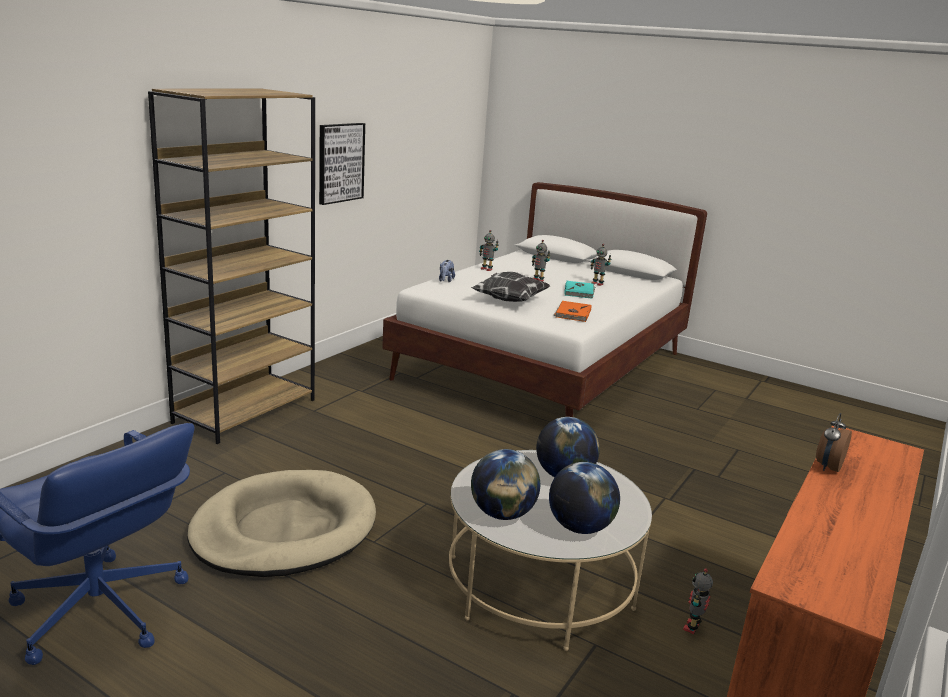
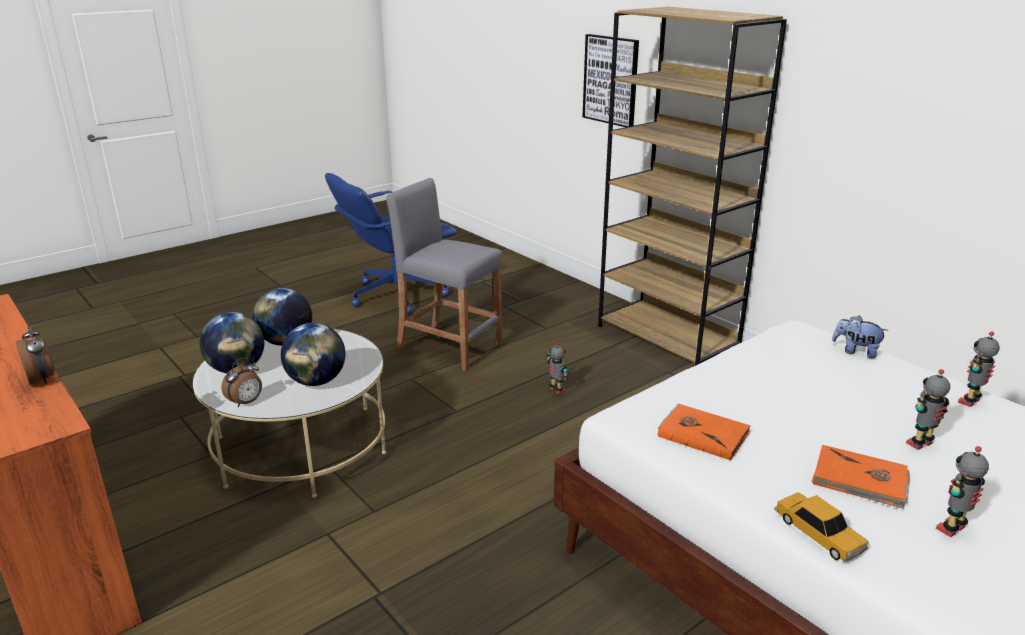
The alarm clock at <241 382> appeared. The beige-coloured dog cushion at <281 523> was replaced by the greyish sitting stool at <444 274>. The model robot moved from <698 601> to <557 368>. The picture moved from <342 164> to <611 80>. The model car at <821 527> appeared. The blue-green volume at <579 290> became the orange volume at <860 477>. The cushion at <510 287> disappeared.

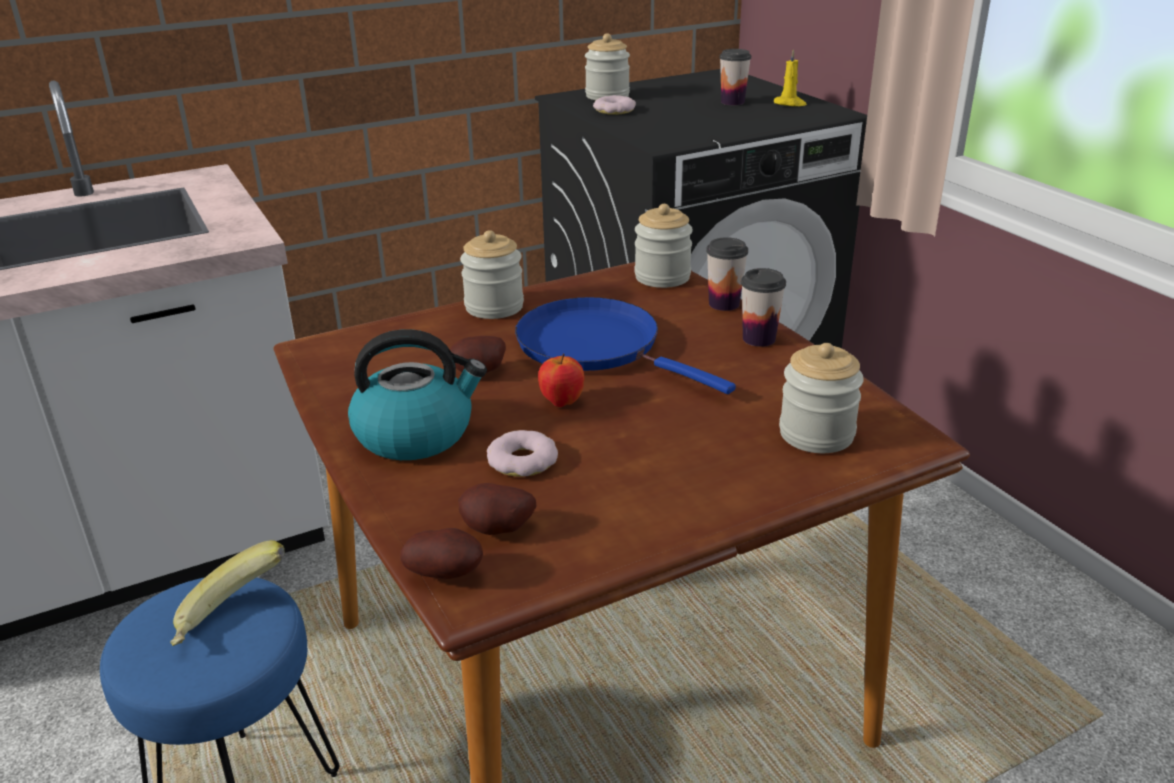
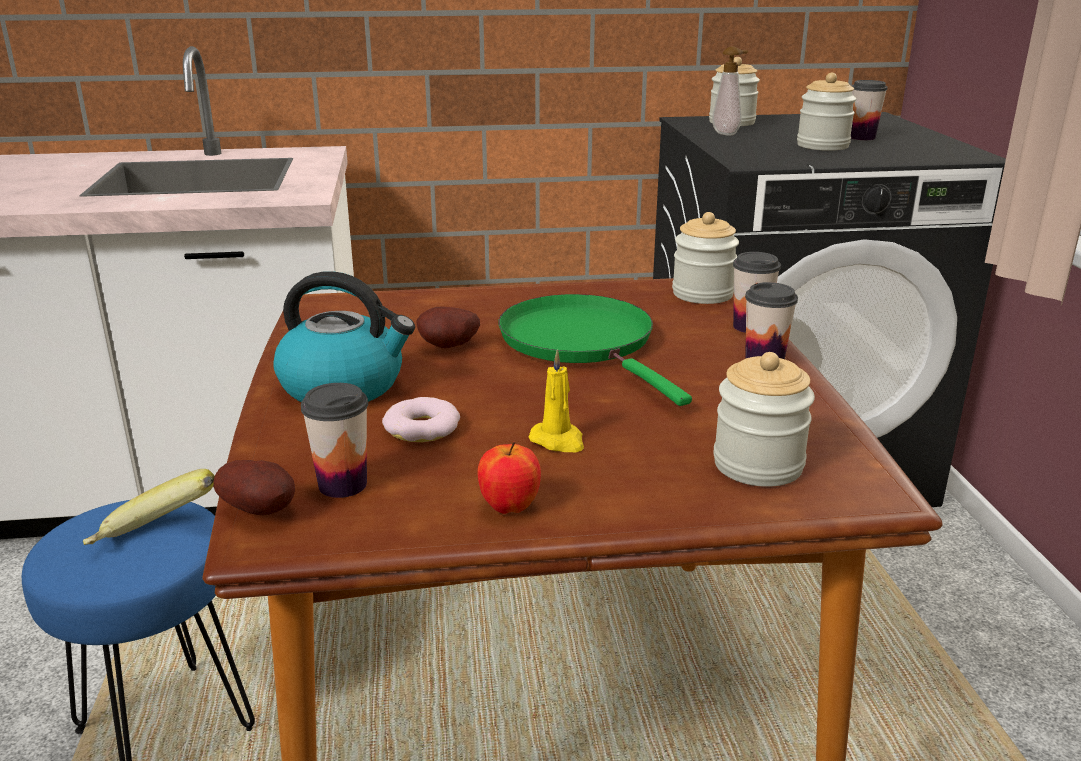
The whole potato at <497 509> was replaced by the cup at <334 440>. The apple moved from <561 380> to <509 477>. The blue-coloured pan at <625 345> became the green pan at <595 350>. The yellow wax candle moved from <790 77> to <556 400>. The doughnut at <614 105> was replaced by the soap bottle at <730 91>. The jar moved from <492 274> to <826 112>.

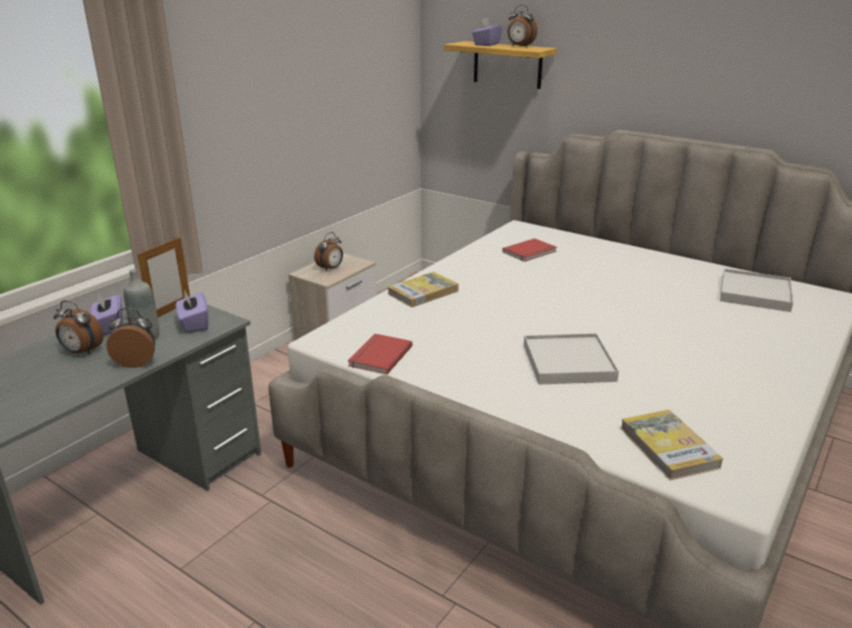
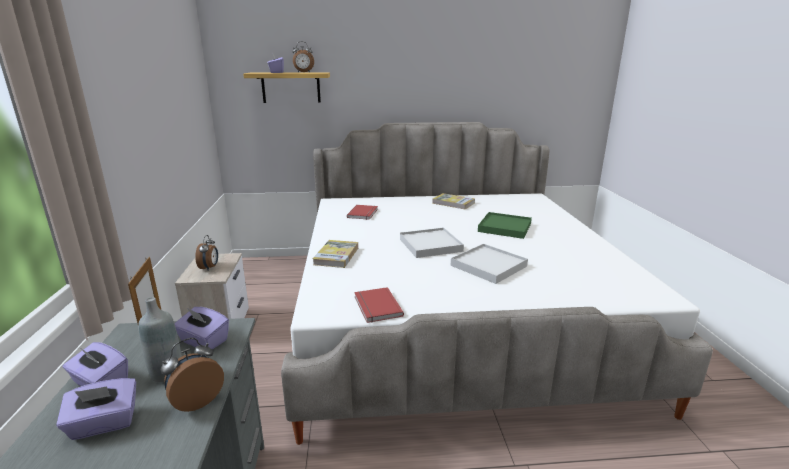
The alarm clock at <79 327> was replaced by the purple tissue box at <96 409>. The white-coloured carrying tray moved from <756 290> to <432 243>. The volume moved from <671 445> to <453 201>. The green carrying tray at <505 225> appeared.

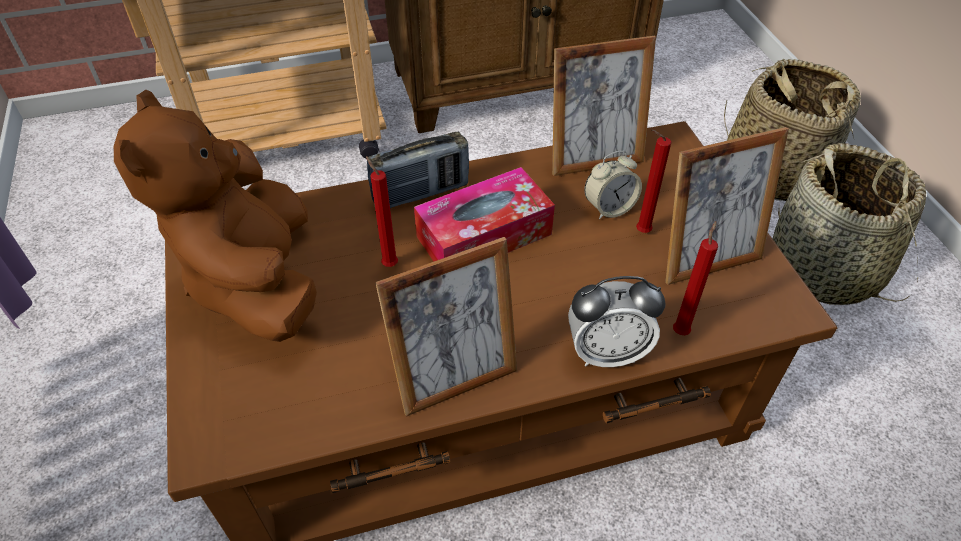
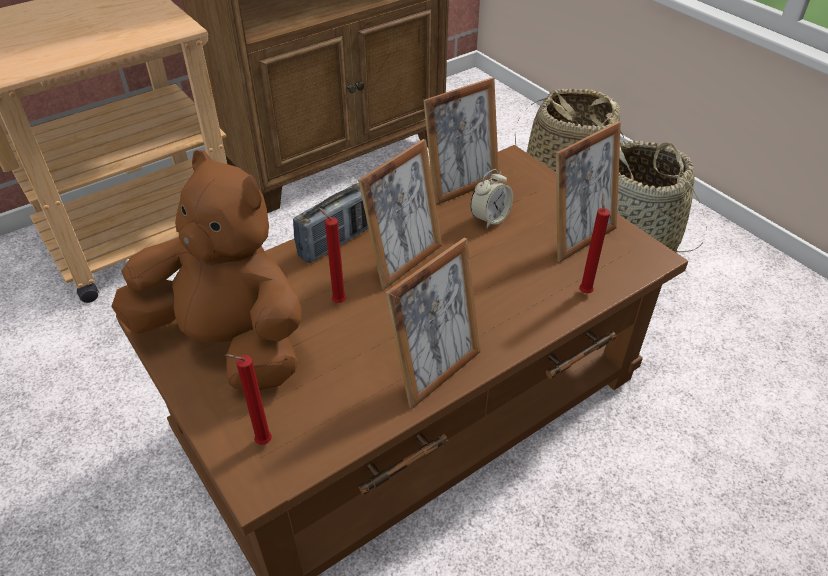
The brownish cuddly toy at <215 216> turned 150 degrees clockwise. The red-coloured wax candle moved from <653 181> to <248 399>. The tissue box at <484 214> was replaced by the photo frame at <400 214>. The alarm clock at <617 321> disappeared.

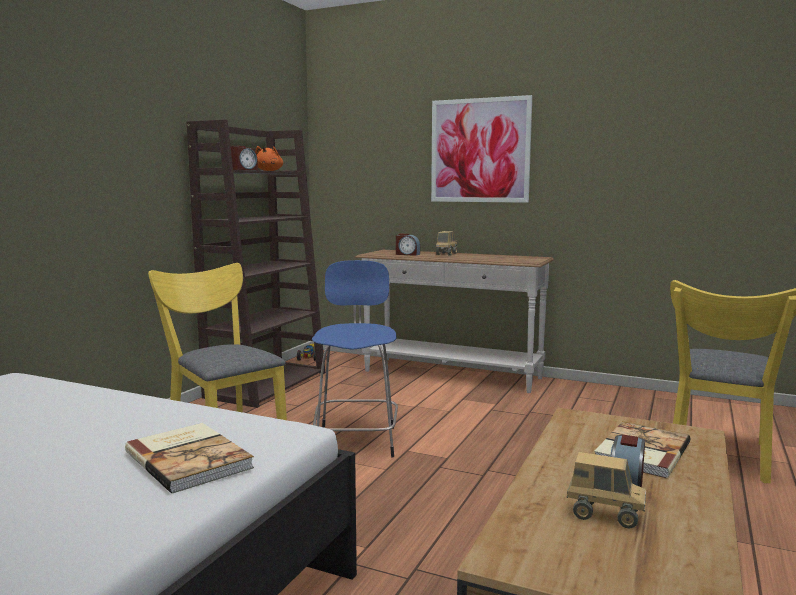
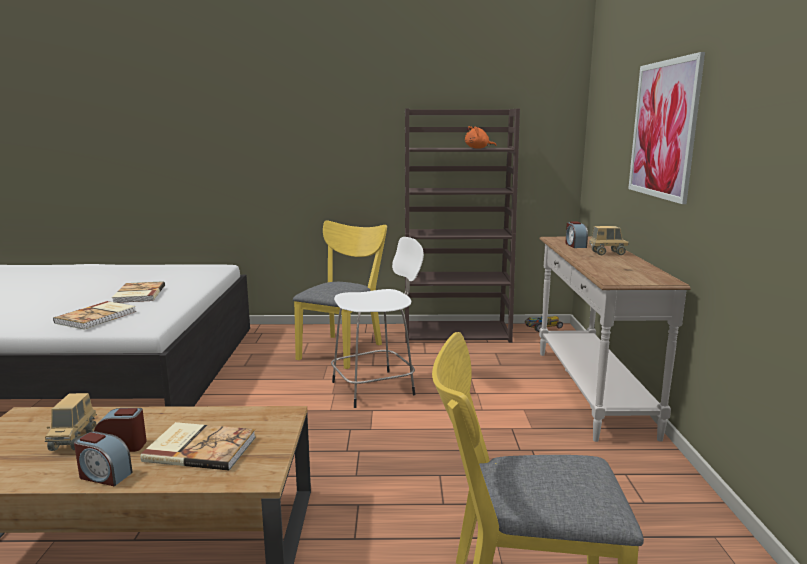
The alarm clock moved from <244 158> to <103 458>. The volume at <138 292> appeared. The blue-coloured sitting stool at <355 359> became the white-coloured sitting stool at <377 322>.

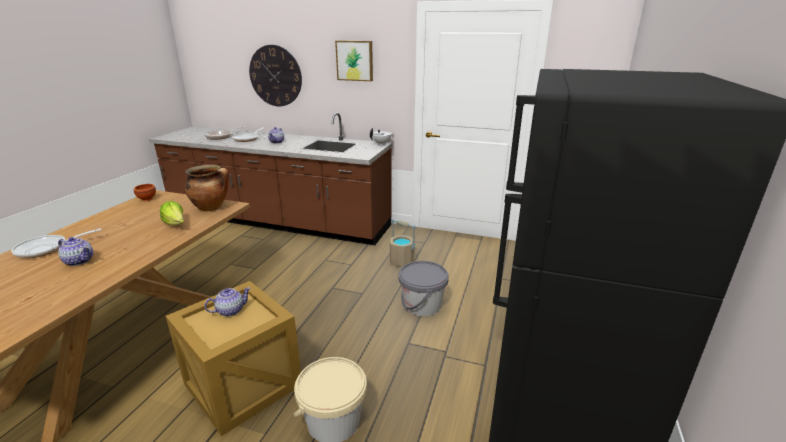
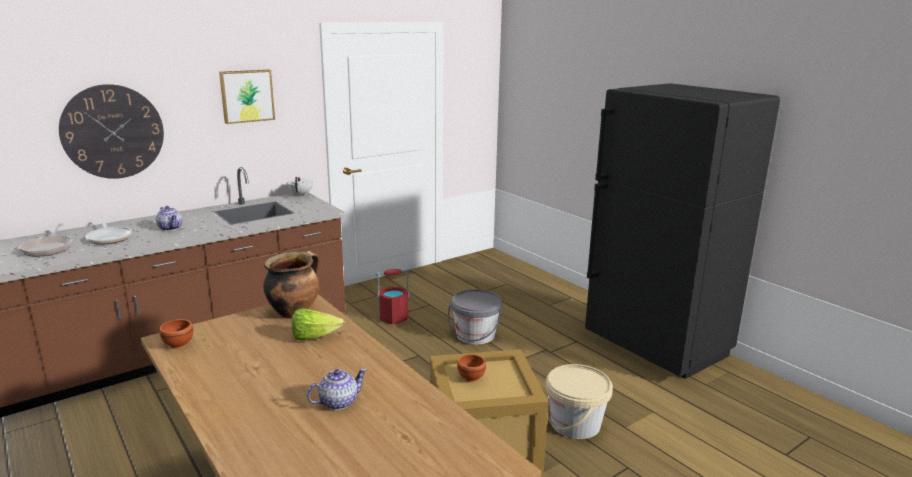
The beige-coloured pail at <402 243> became the red-coloured pail at <393 296>. The tea pot at <227 301> was replaced by the brownish bowl at <471 368>. The pan at <56 243> disappeared.

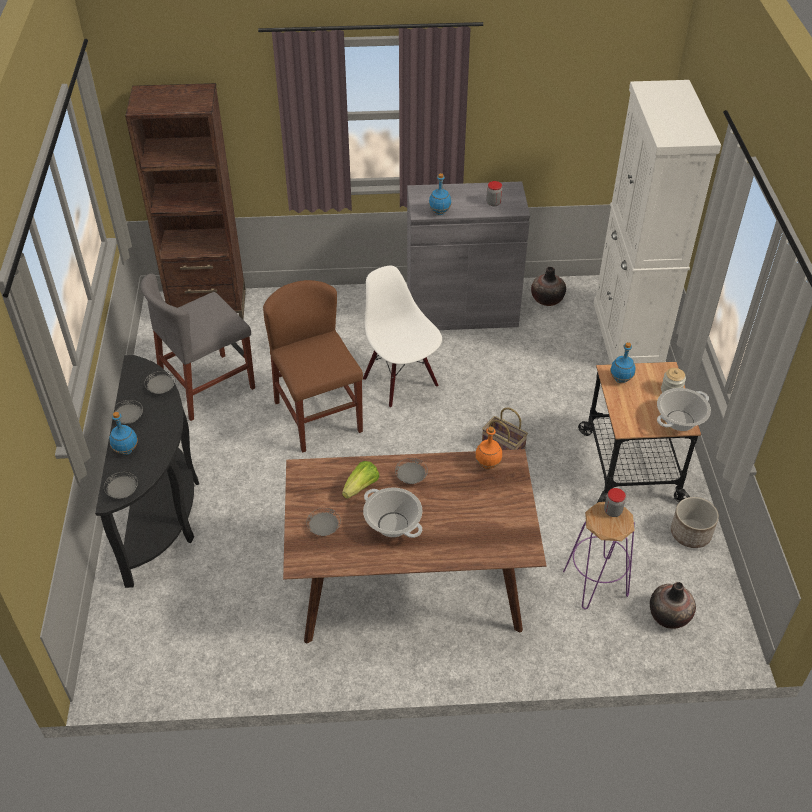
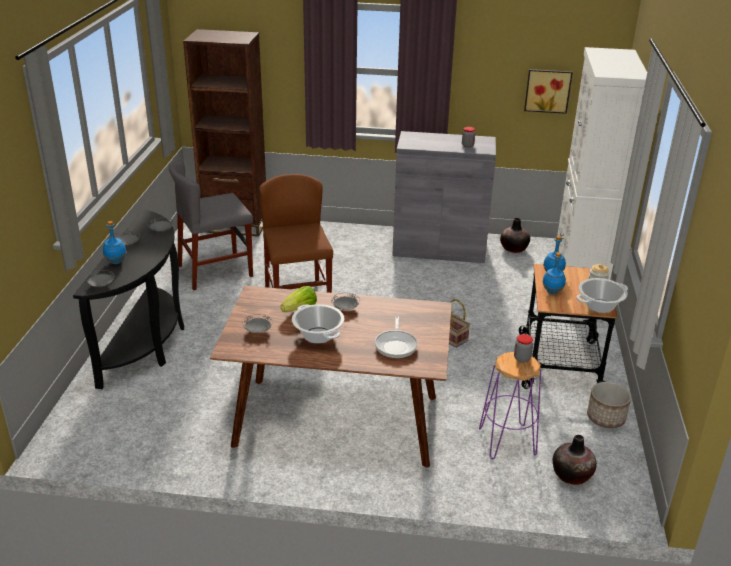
The pan at <396 337> appeared. The picture at <548 91> appeared. The blue-coloured beverage bottle moved from <440 194> to <554 273>. The white-coloured plain chair at <402 337> disappeared. The orange beverage bottle at <488 448> disappeared.

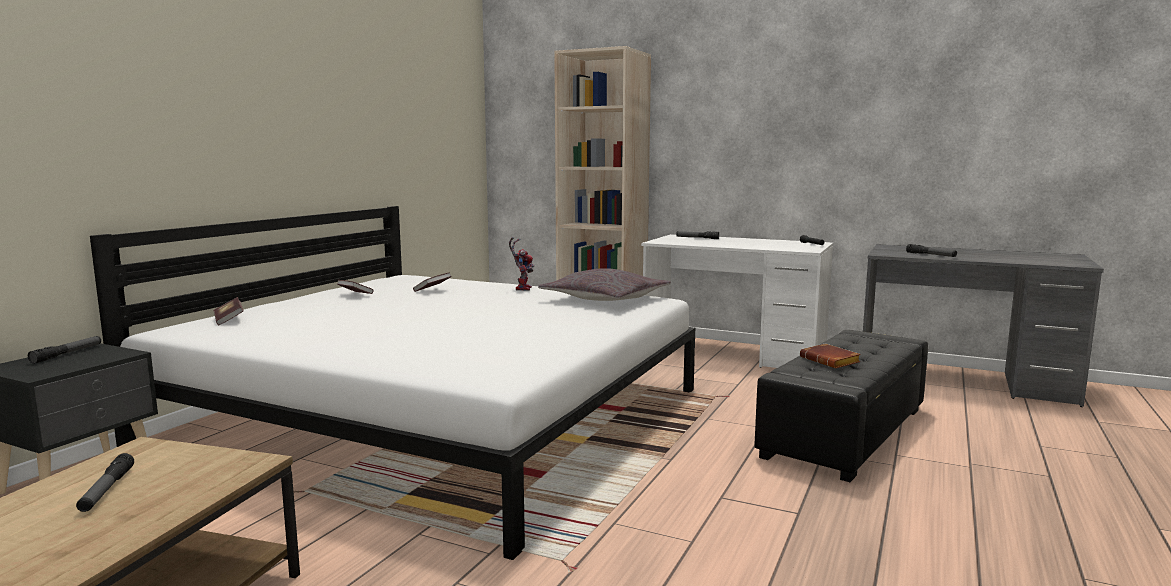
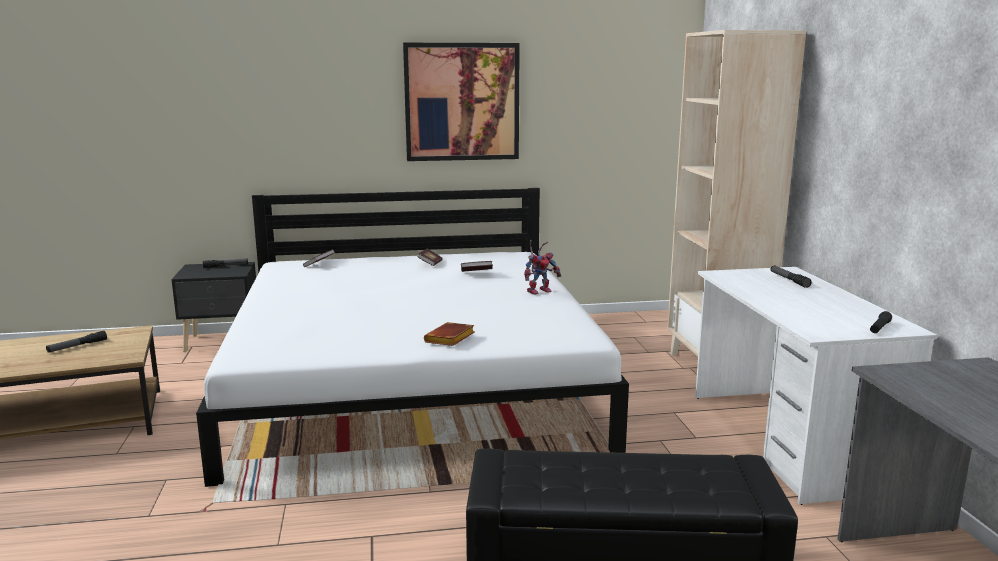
The picture at <461 102> appeared. The brownish volume moved from <830 356> to <449 334>. The greyish cushion at <604 284> disappeared. The torch at <931 250> disappeared.

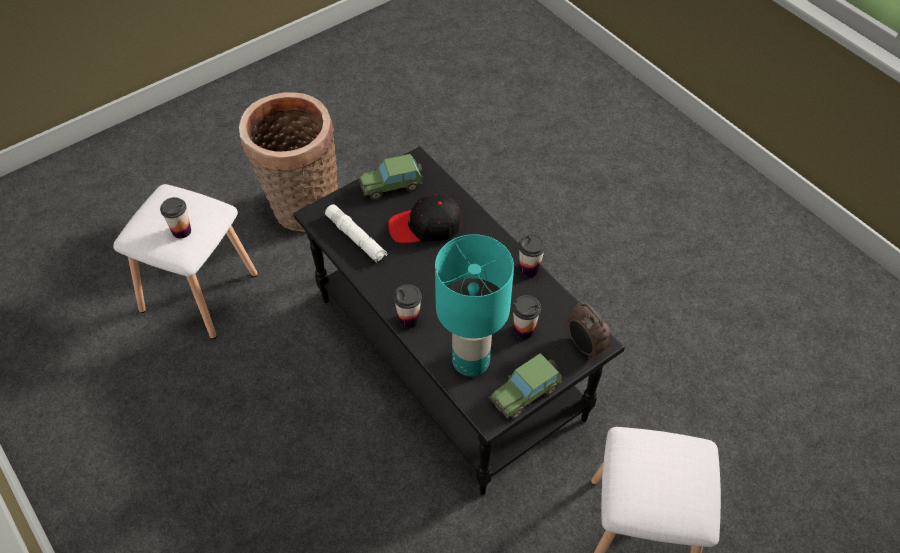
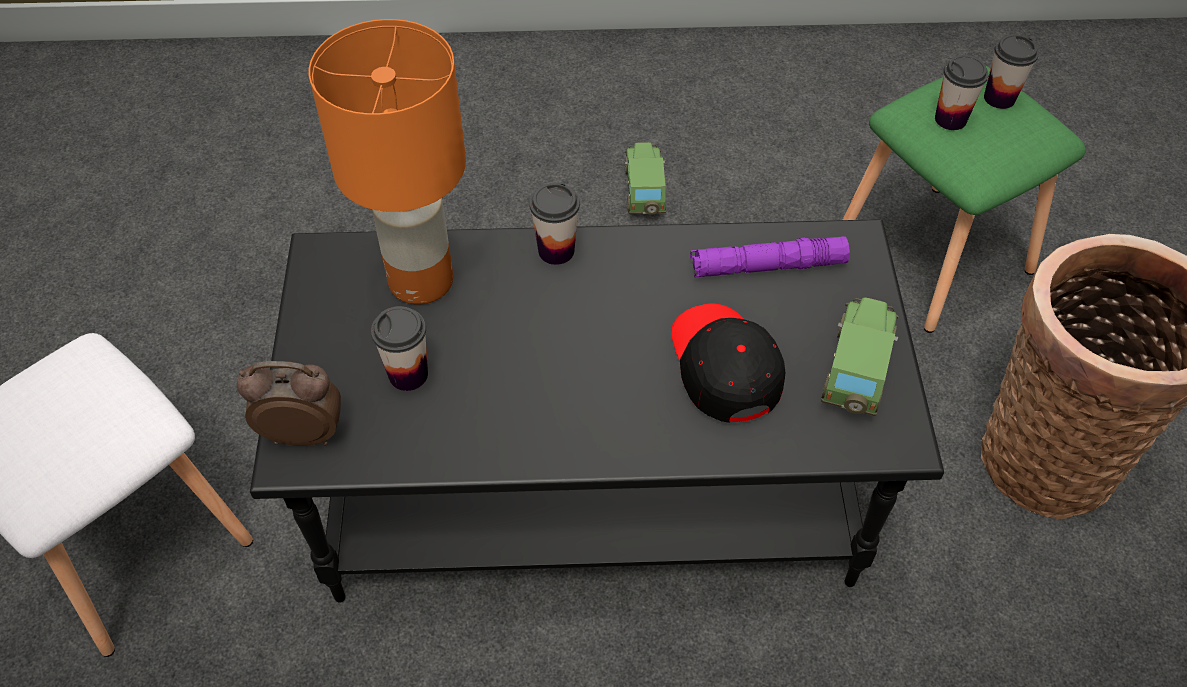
The blue-green table lamp at <474 305> became the orange table lamp at <387 162>. The model car moved from <525 386> to <645 178>. The black-coloured cap at <424 218> turned 45 degrees counterclockwise. The white-coloured torch at <356 233> became the purple torch at <770 256>. The white-coloured sitting stool at <185 261> became the green sitting stool at <964 199>. The cup moved from <532 255> to <1011 71>.

